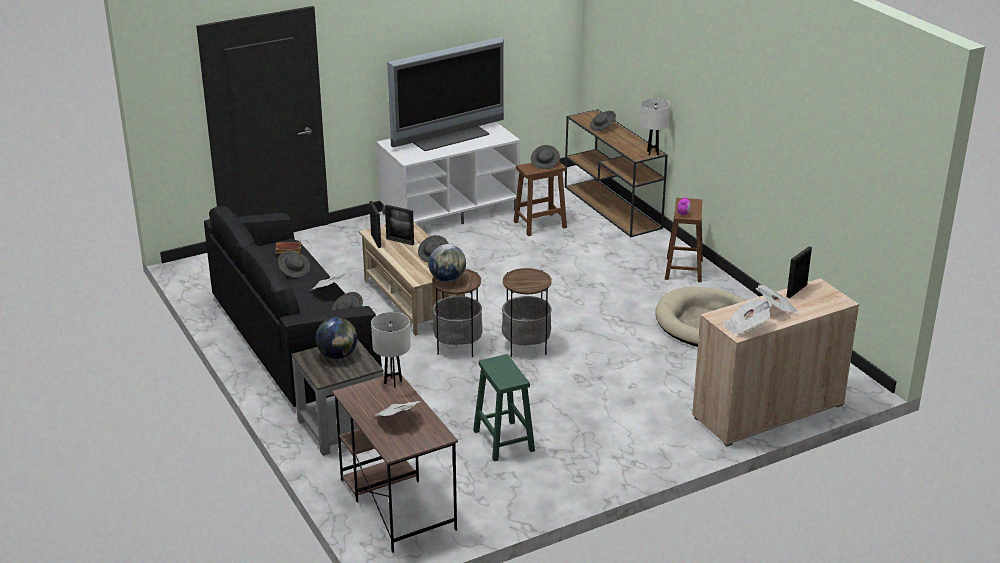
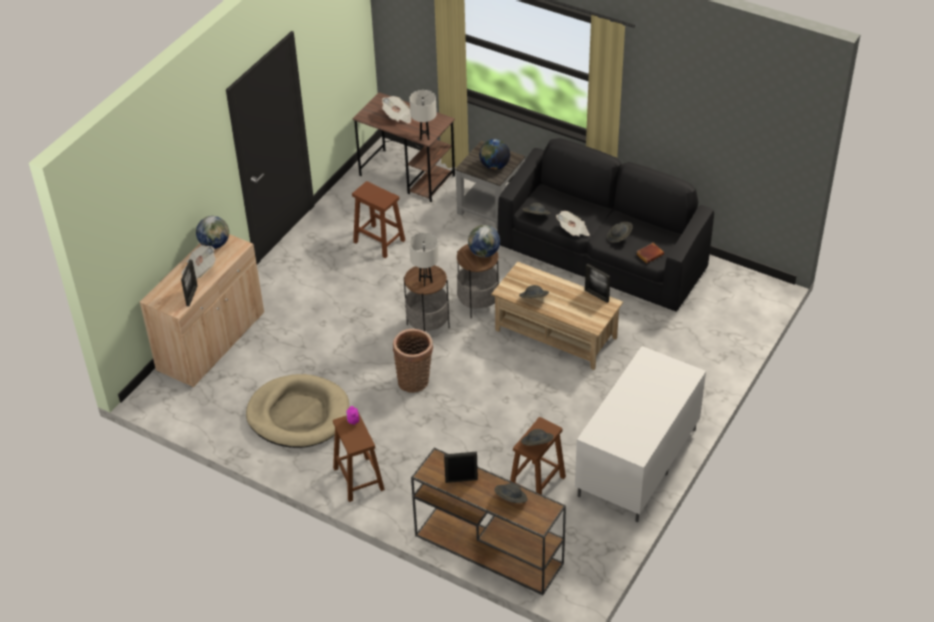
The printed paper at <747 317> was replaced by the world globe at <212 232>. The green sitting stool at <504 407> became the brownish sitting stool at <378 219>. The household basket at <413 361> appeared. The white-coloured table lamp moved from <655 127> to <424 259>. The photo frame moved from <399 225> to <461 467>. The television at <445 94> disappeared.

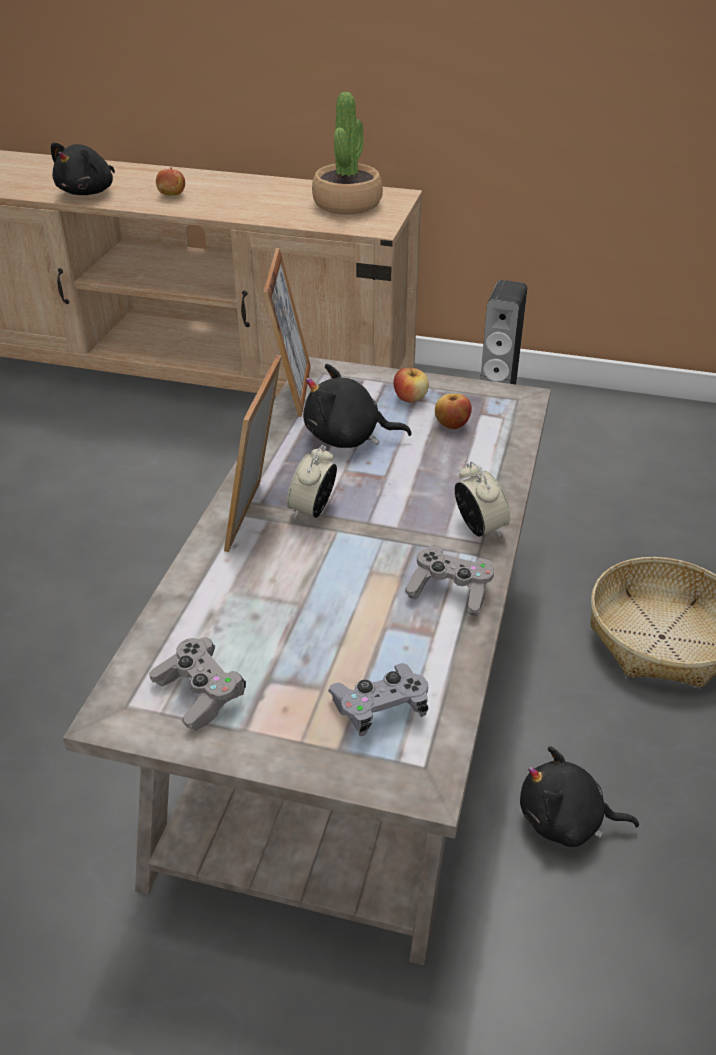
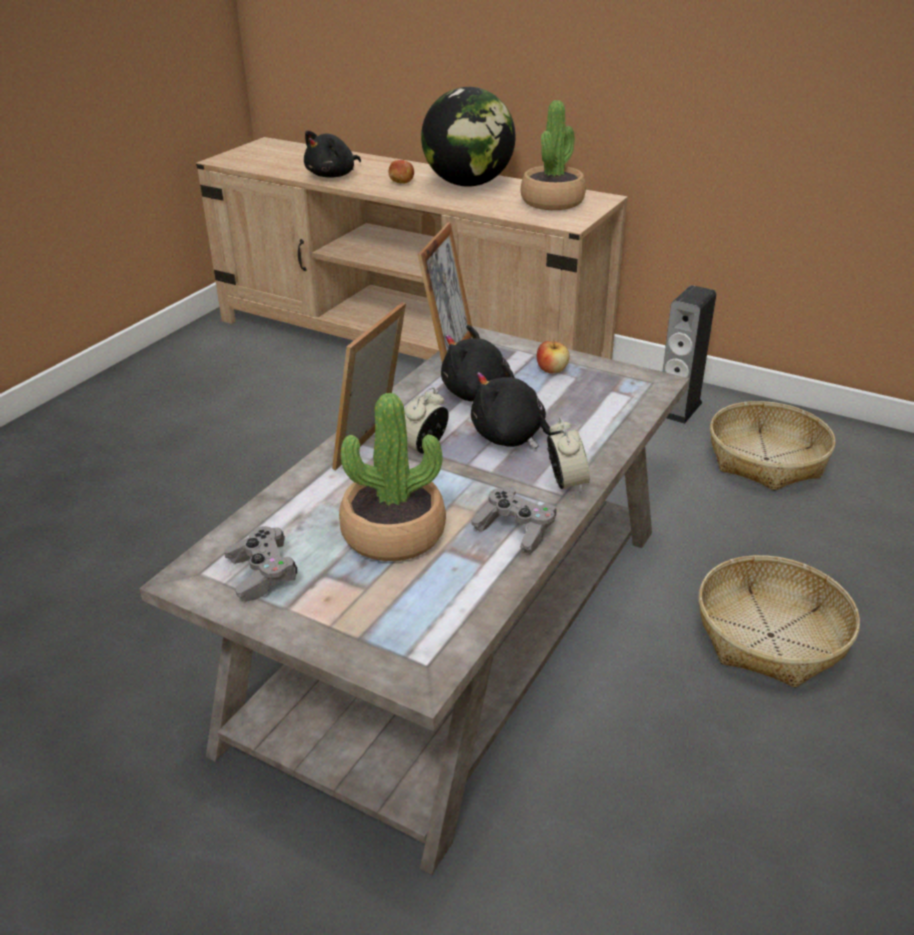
The potted plant at <392 477> appeared. The world globe at <468 137> appeared. The black-coloured cuddly toy moved from <579 796> to <517 405>. The household basket at <773 446> appeared. The greyish game controller at <378 699> disappeared. The apple at <453 411> disappeared.

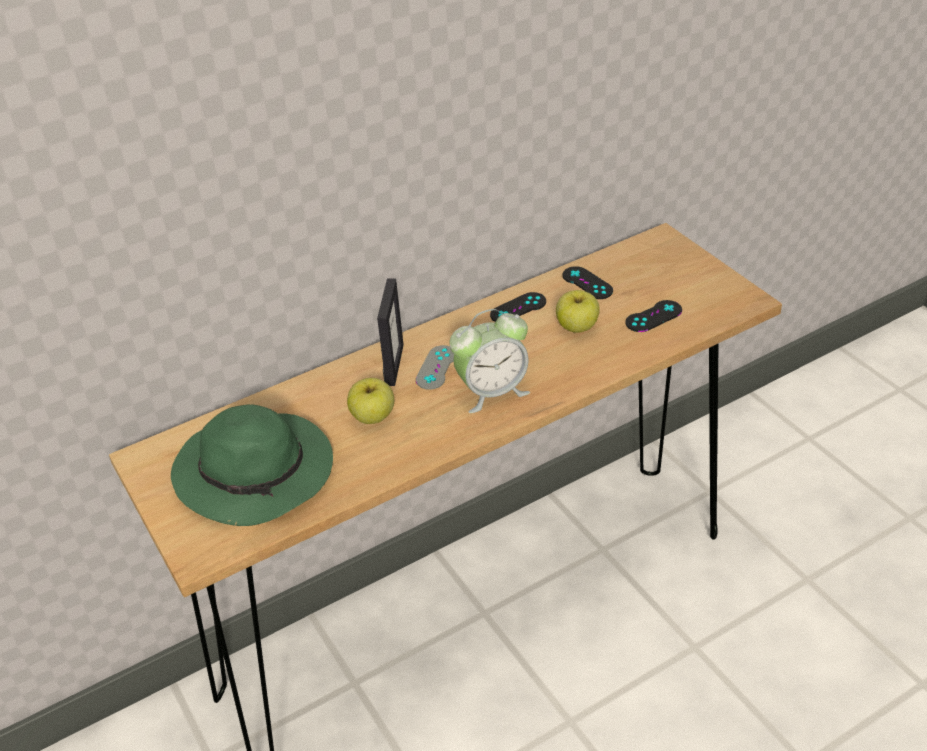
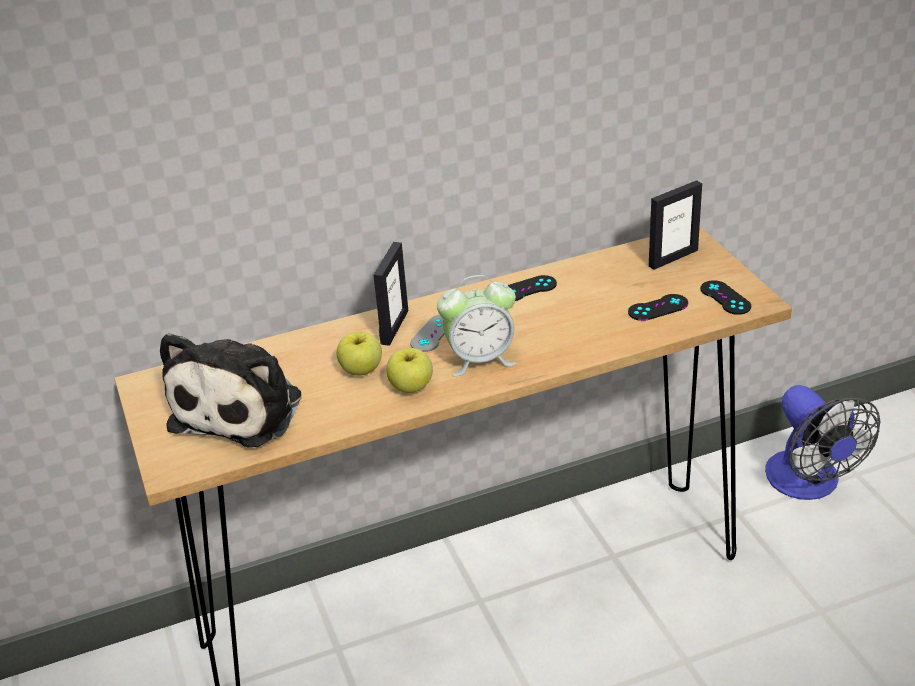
The green hat at <252 465> was replaced by the cuddly toy at <230 390>. The apple moved from <578 311> to <410 370>. The photo frame at <675 225> appeared. The black-coloured game controller moved from <588 282> to <726 297>. The cooling fan at <823 442> appeared.

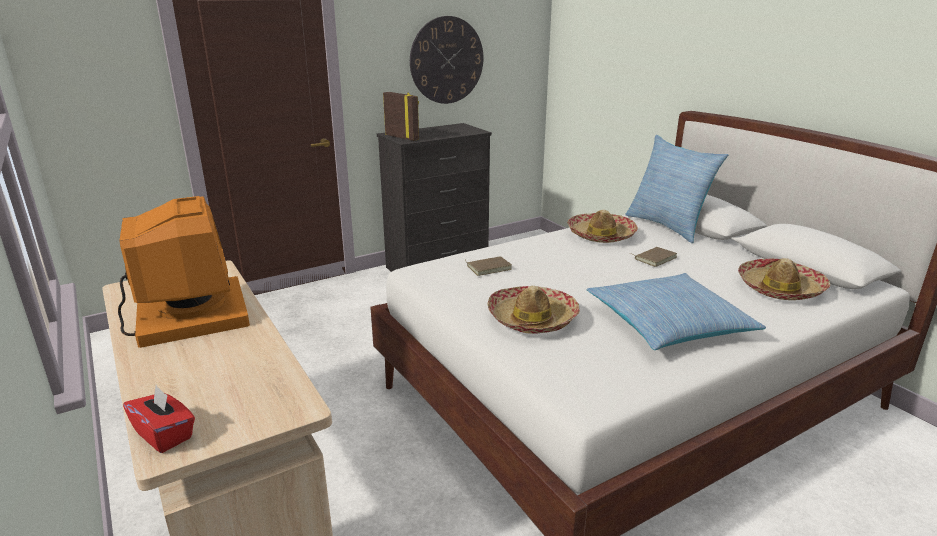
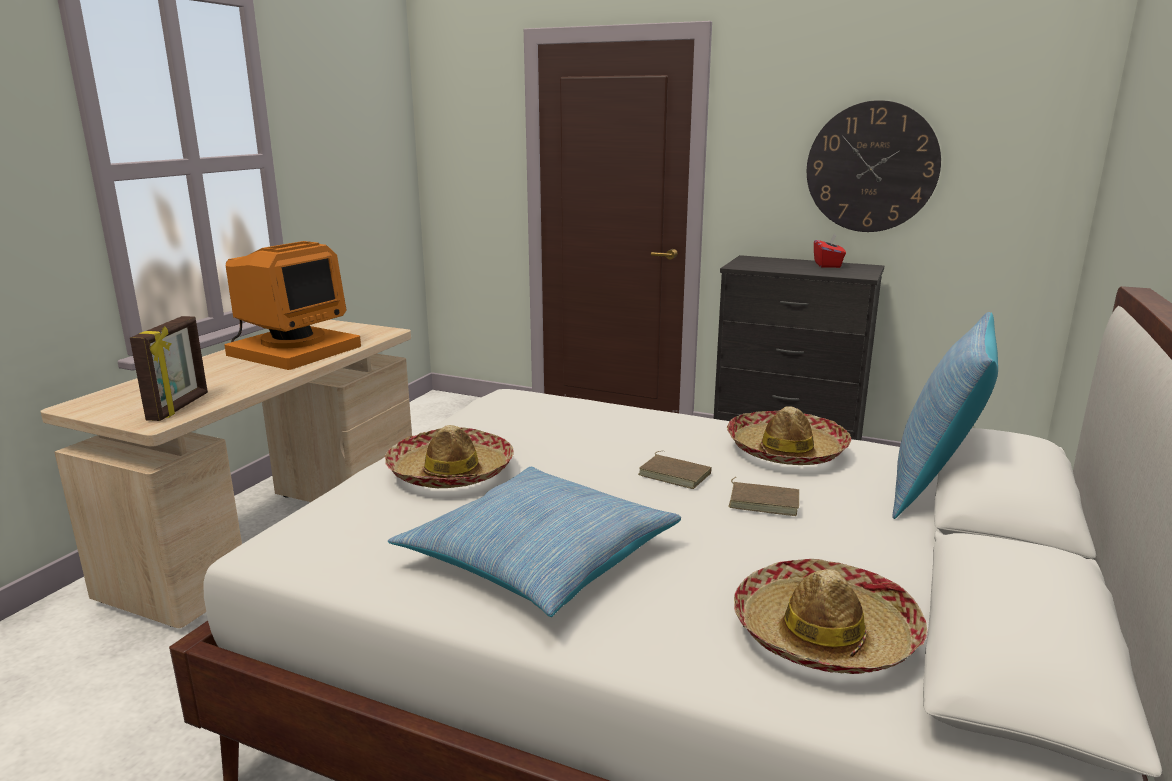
The photo frame moved from <401 116> to <169 368>. The brownish volume moved from <488 266> to <675 470>. The red-coloured tissue box moved from <159 419> to <830 251>.

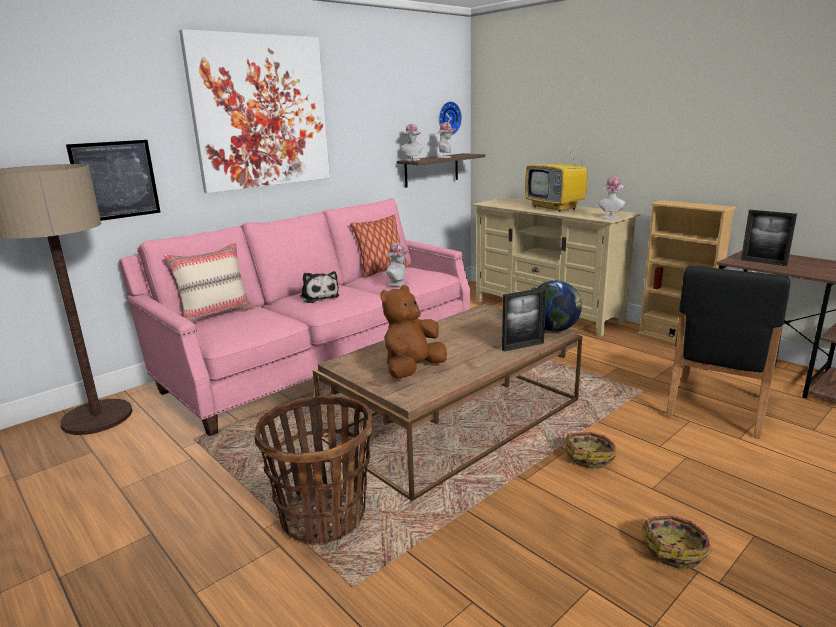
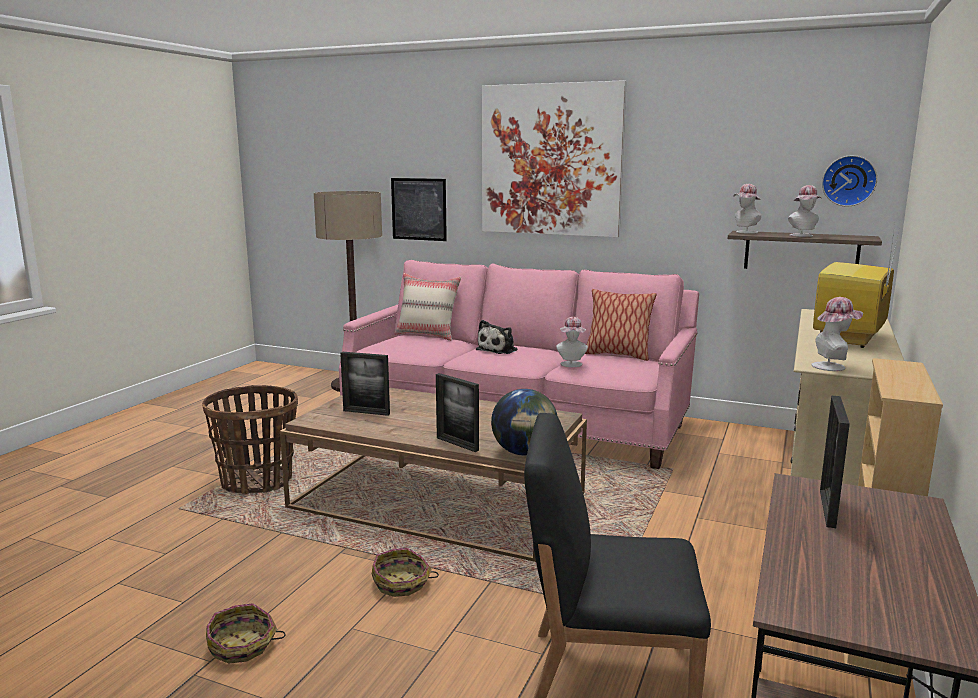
The brownish cuddly toy at <413 332> was replaced by the photo frame at <365 384>.

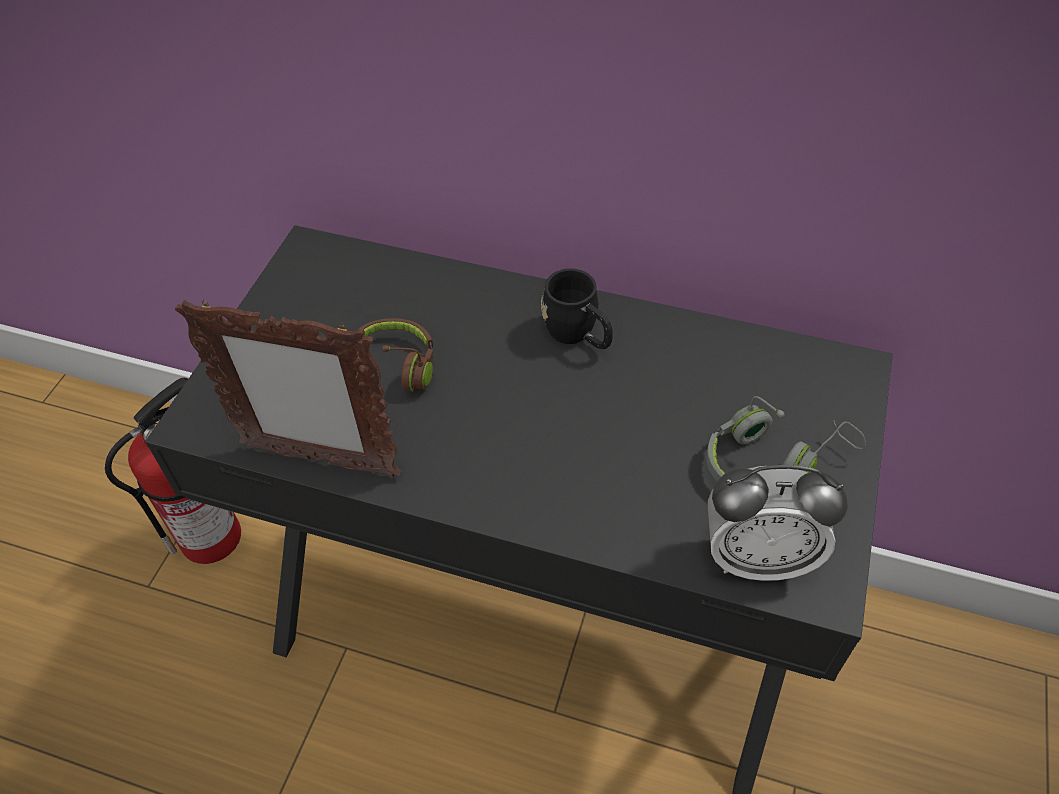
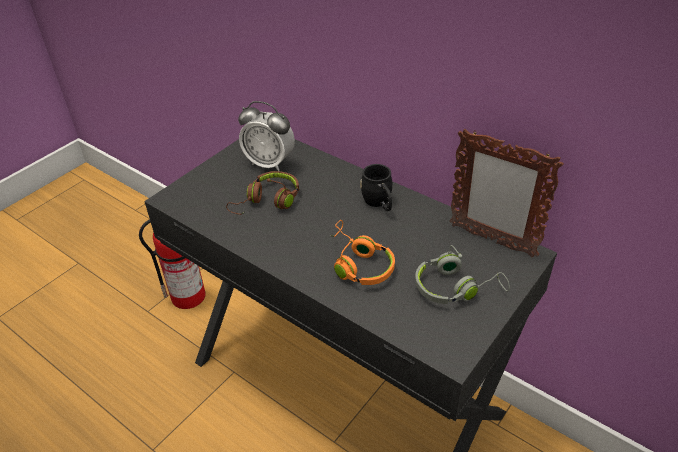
The alarm clock moved from <778 523> to <266 136>. The orange pair of headphones at <362 252> appeared. The photo frame moved from <288 389> to <507 193>.

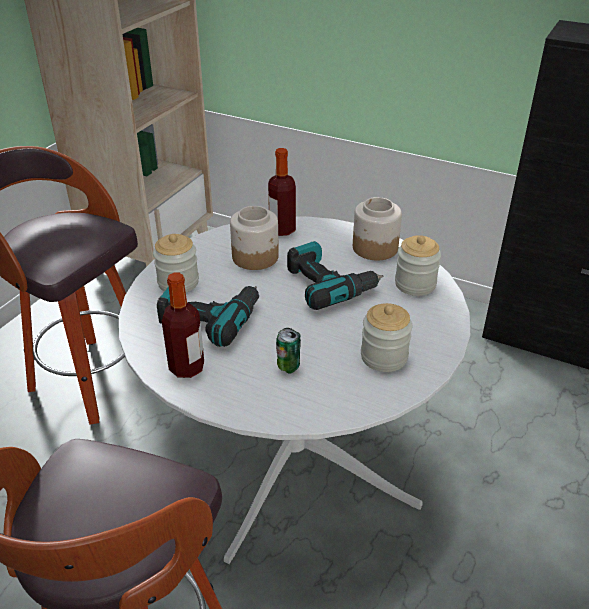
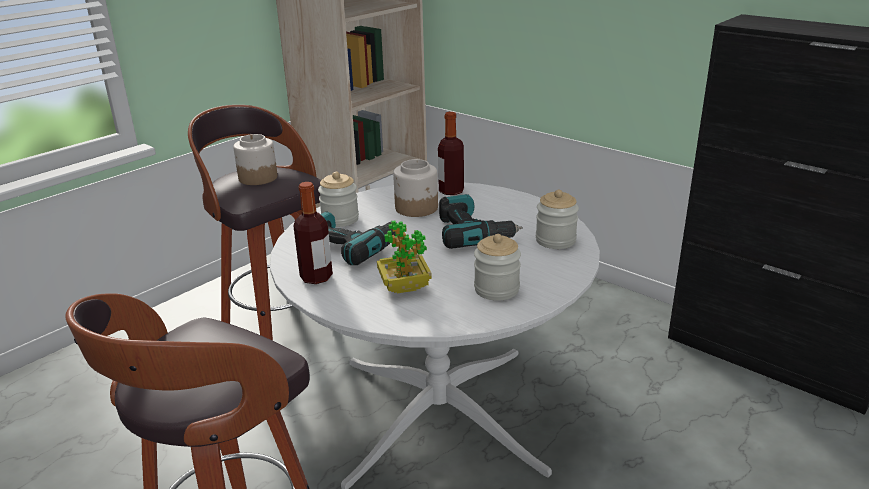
The jar moved from <377 228> to <255 159>. The sealed can at <288 351> was replaced by the potted plant at <404 256>.

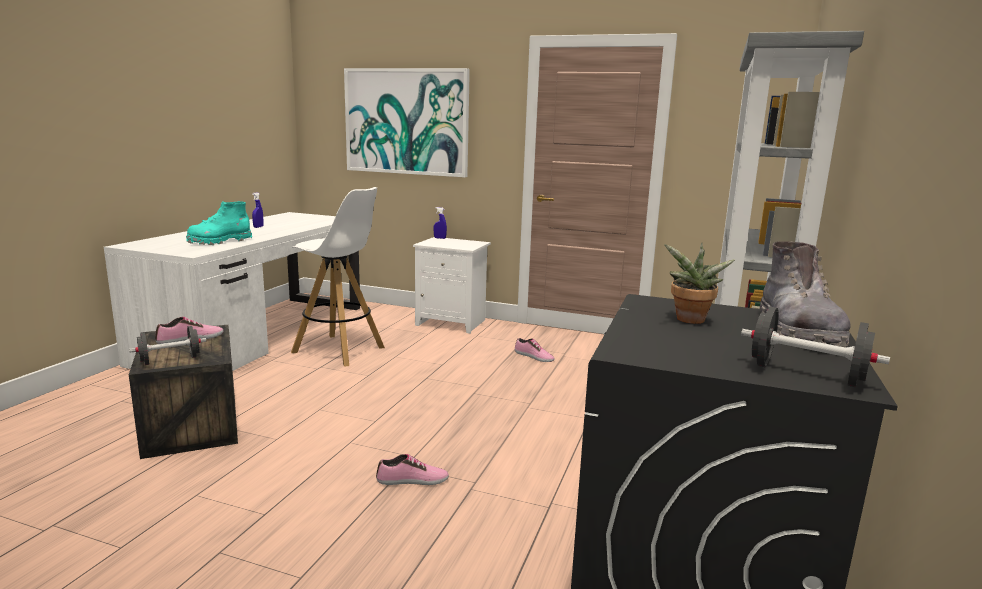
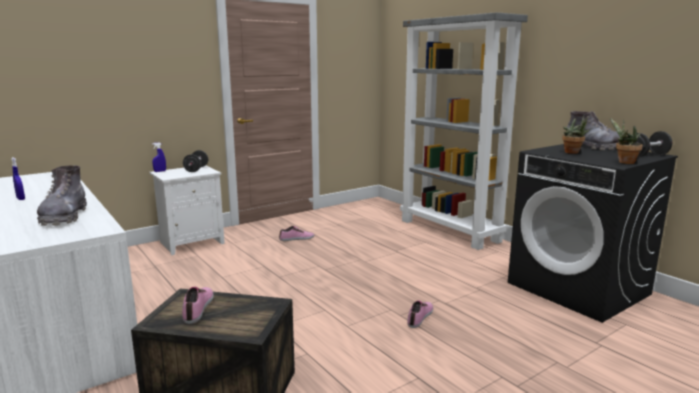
The blue-green tall boot at <219 223> became the greyish tall boot at <62 195>. The black-coloured free weight moved from <167 345> to <195 161>. The potted plant at <626 141> appeared. The white-coloured sitting stool at <338 276> disappeared. The picture at <407 122> disappeared.

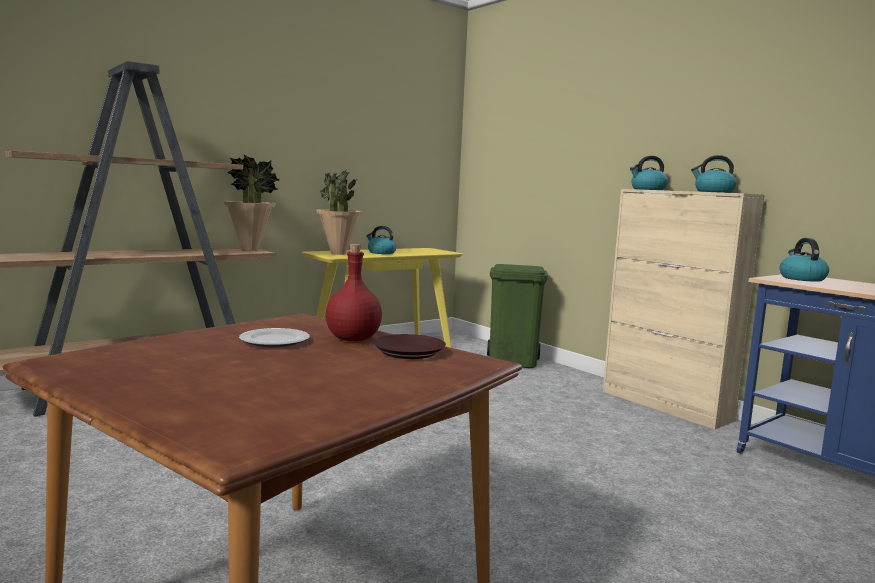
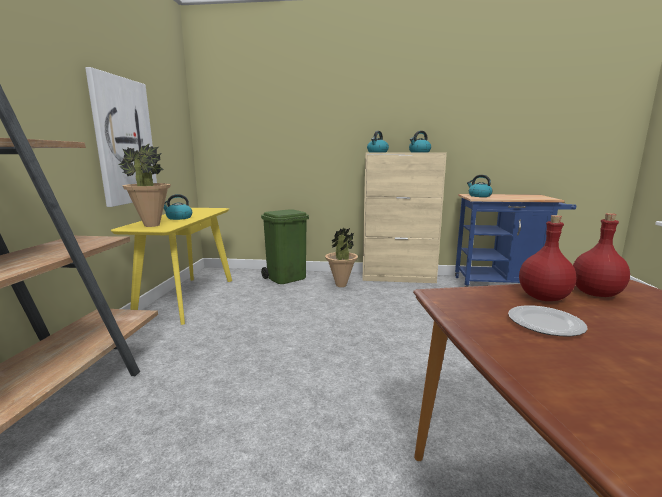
The picture at <121 137> appeared. The potted plant moved from <251 202> to <341 257>. The brownish plate at <409 346> was replaced by the red-coloured beverage bottle at <601 255>.

